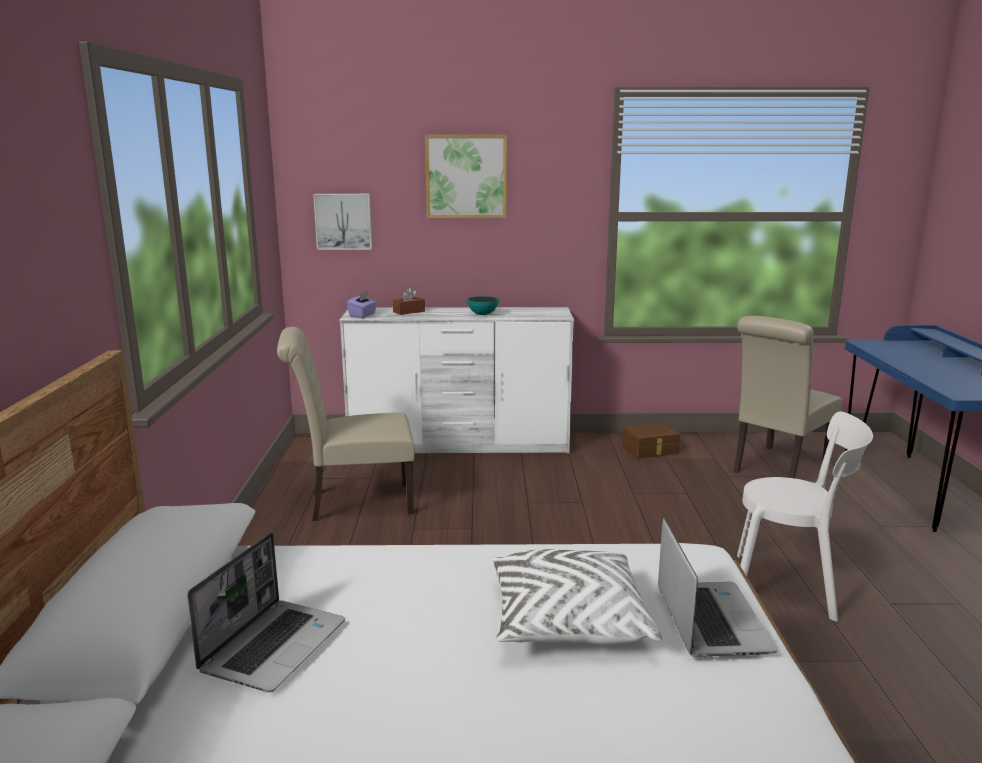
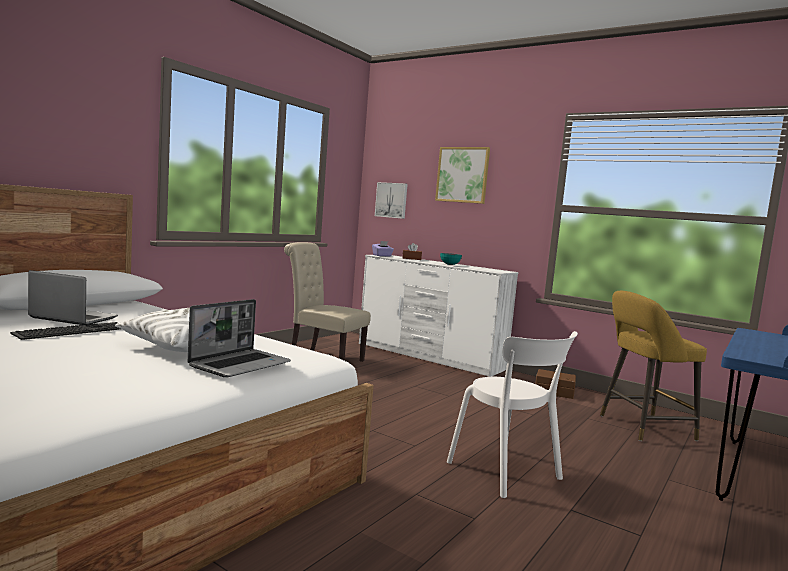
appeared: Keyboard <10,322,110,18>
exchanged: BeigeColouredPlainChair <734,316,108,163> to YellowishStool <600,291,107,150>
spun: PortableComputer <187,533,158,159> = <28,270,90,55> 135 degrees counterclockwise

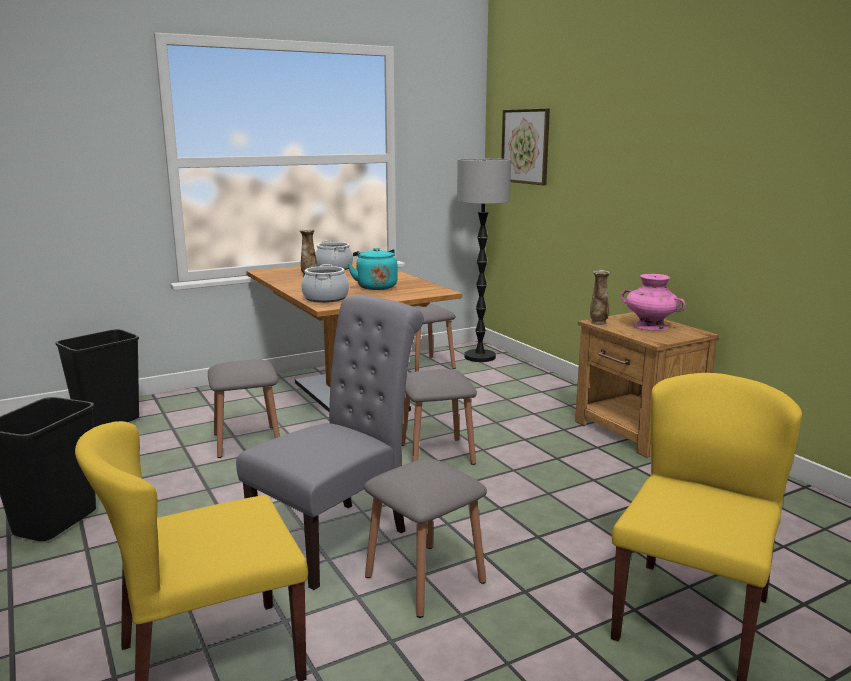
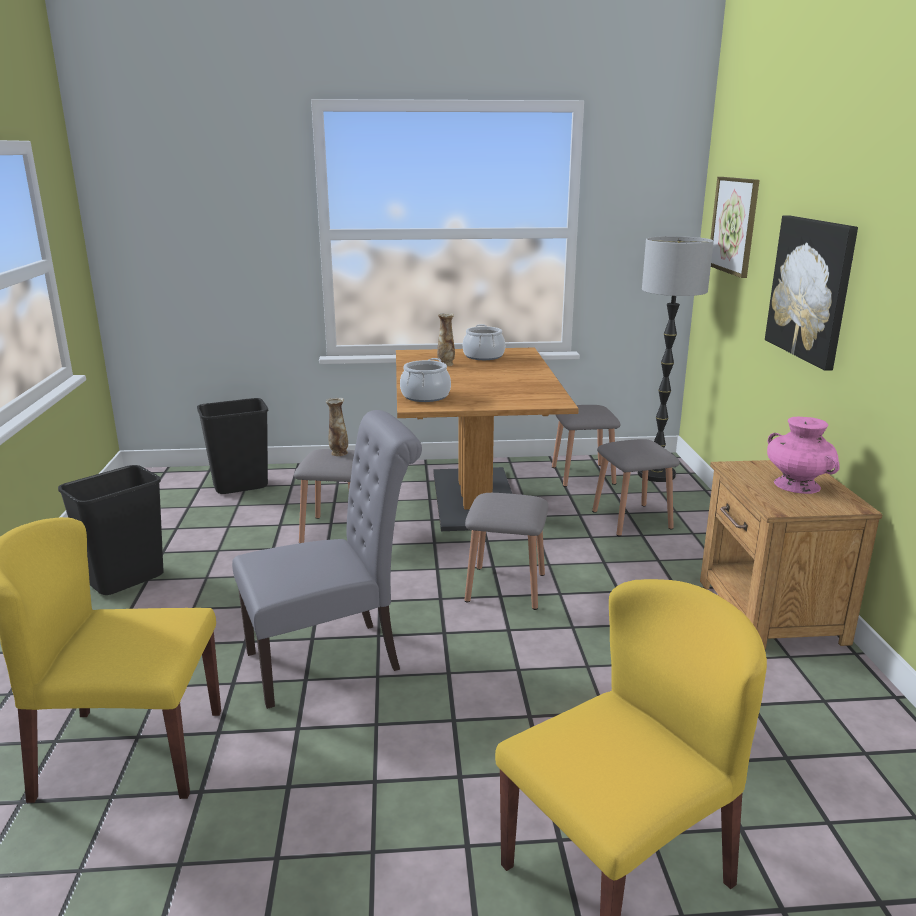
missing: TurquoiseColouredWaterKettle <348,248,50,42>
appeared: Picture <765,215,93,156>
relocated: GrayStool <364,458,123,160> to <592,439,88,97>; Vase <590,270,20,55> to <326,398,22,58>

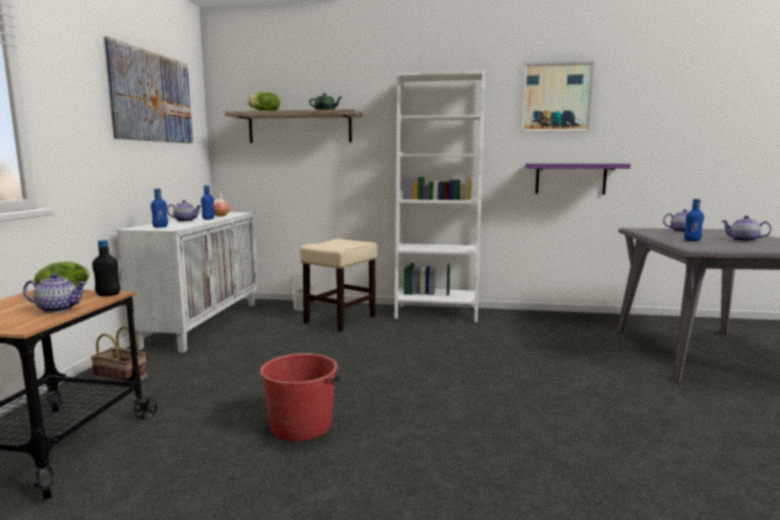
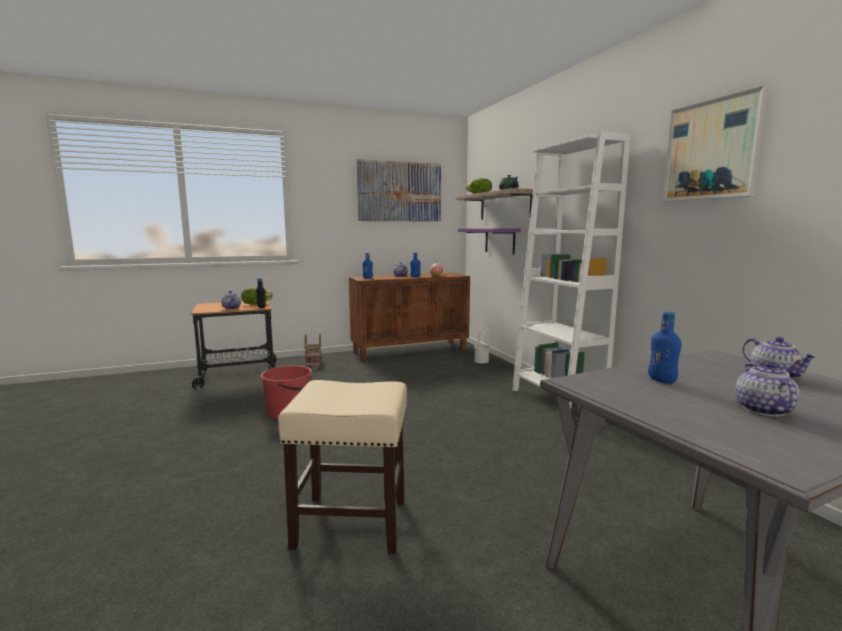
relocated: BeigeColouredStool <300,239,77,92> to <278,380,129,174>; PurpleShelf <525,163,106,31> to <458,228,63,27>
colour: WhitishStorageCabinet <117,212,141,141> to BrownColouredStorageCabinet <349,273,121,88>

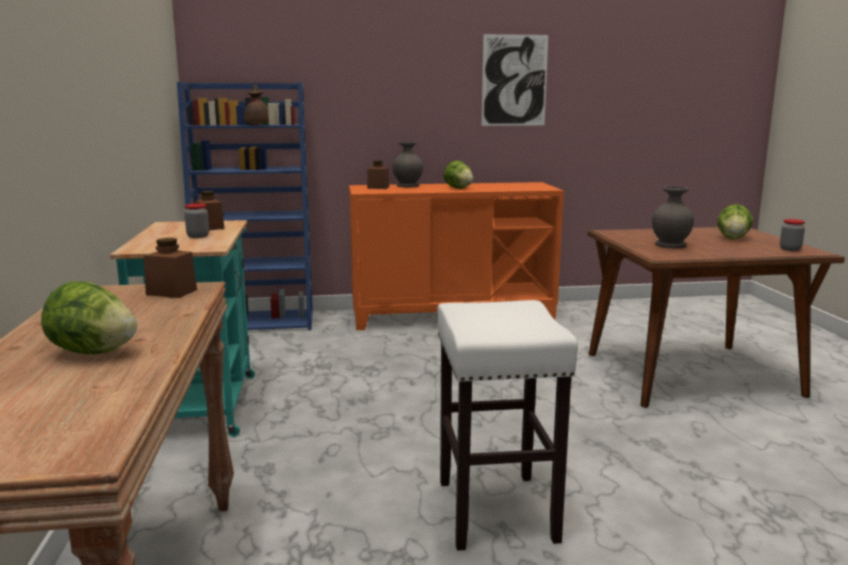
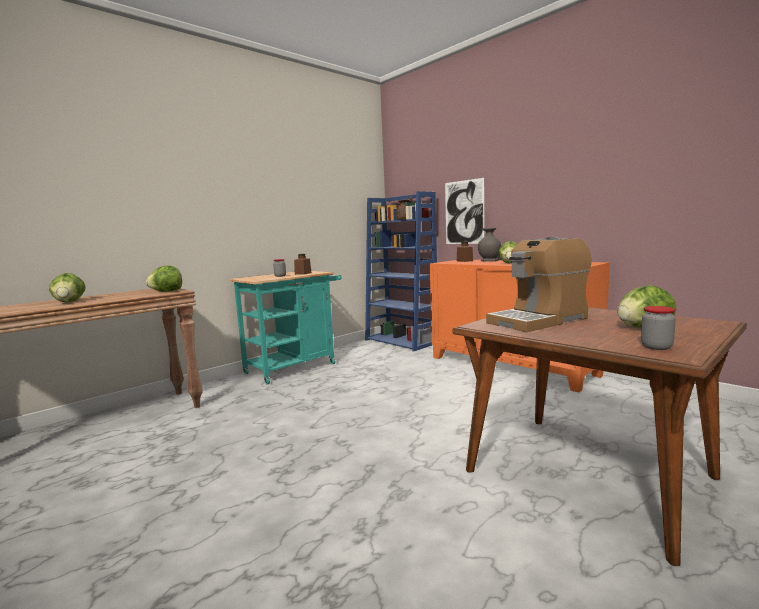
missing: WhitishStool <437,300,141,251>
relocated: Picture <482,34,66,92> to <445,178,39,66>
exchanged: BrownColouredJar <144,238,53,60> to LettuceHead <146,265,36,27>; GrayVase <652,186,42,63> to CoffeeMachine <486,237,106,95>

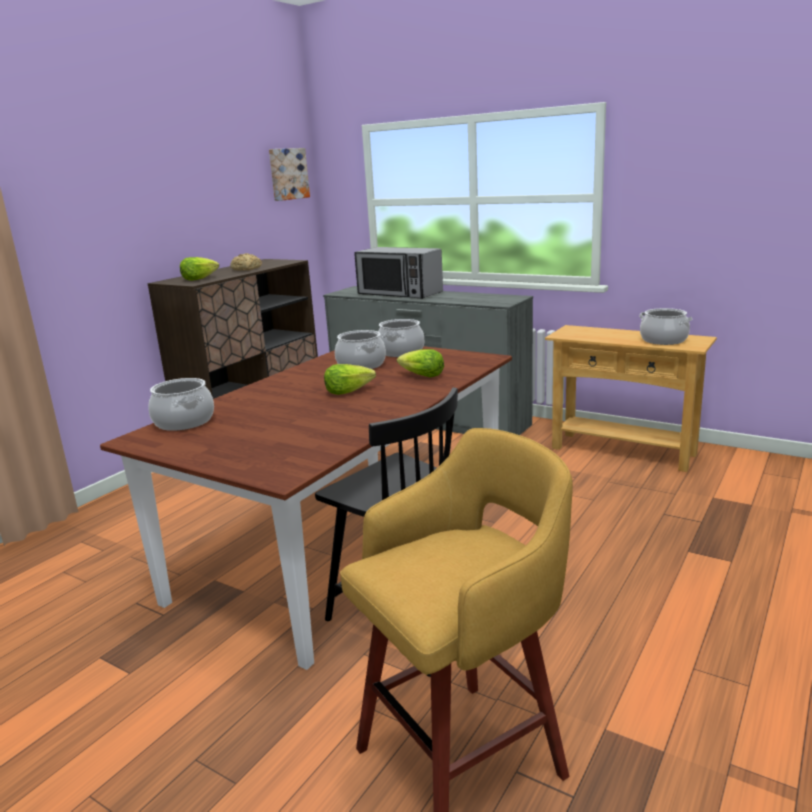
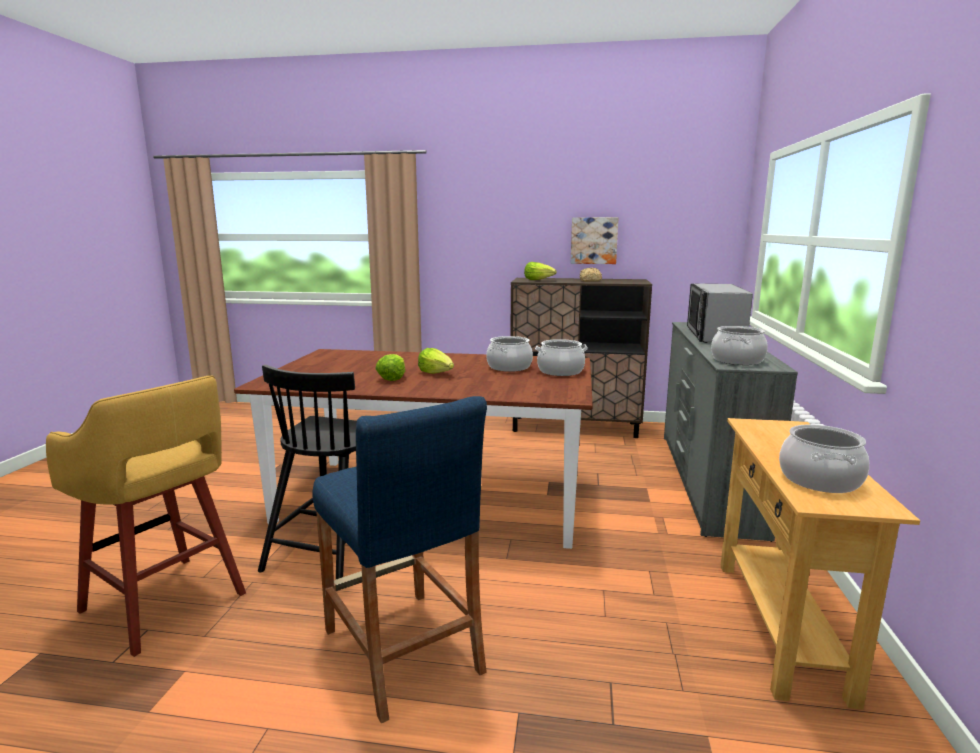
appeared: BluishStool <312,396,175,328>
relocated: CookingPot <148,378,66,53> to <711,326,57,39>; Picture <269,148,41,53> to <571,217,48,47>; LettuceHead <397,349,47,28> to <375,354,30,27>

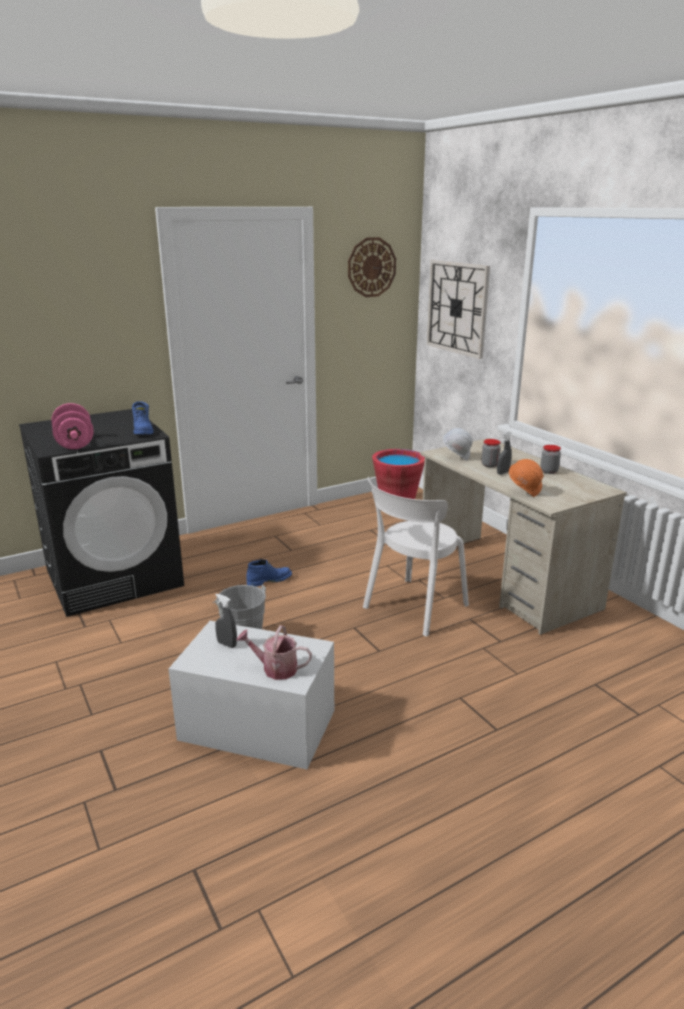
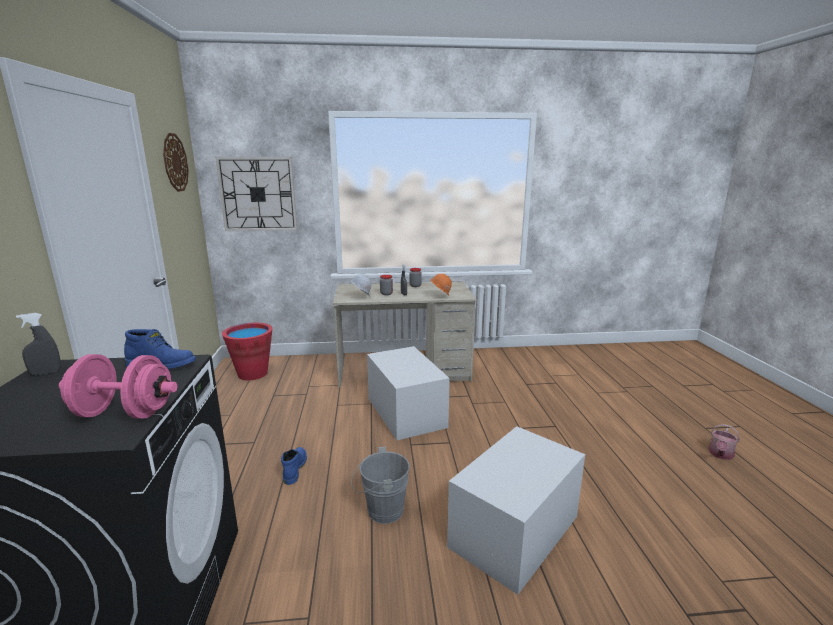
relocated: GraySprayBottle <215,594,22,54> to <16,313,45,63>; WateringPot <236,625,76,55> to <708,424,32,36>
exchanged: WhitishPlainChair <363,477,106,160> to WhitishStorageBin <367,346,83,94>

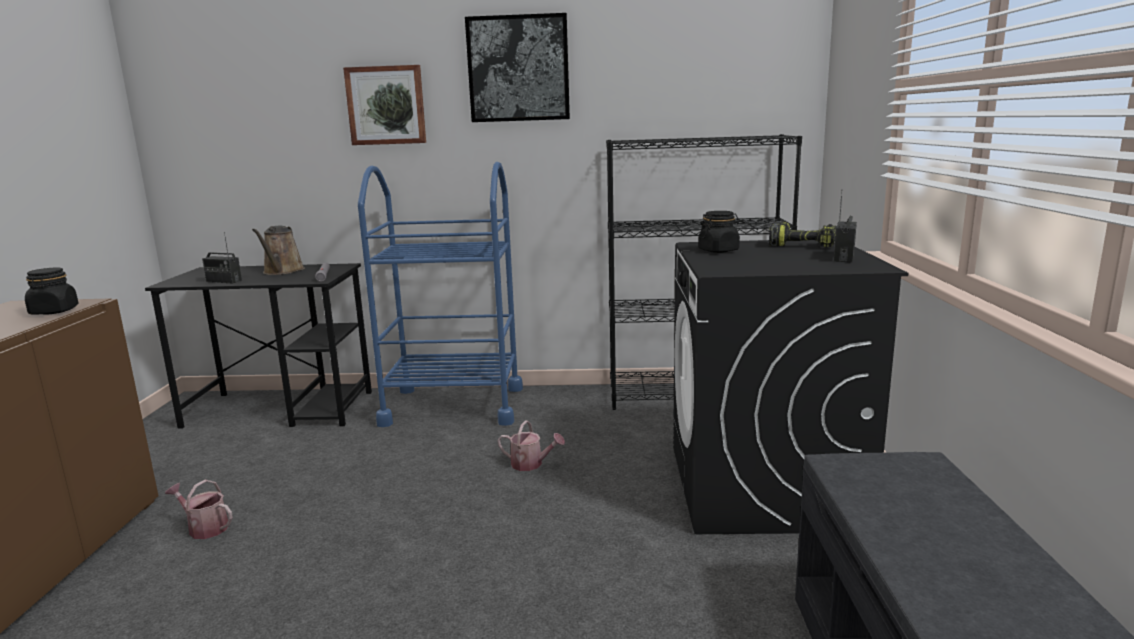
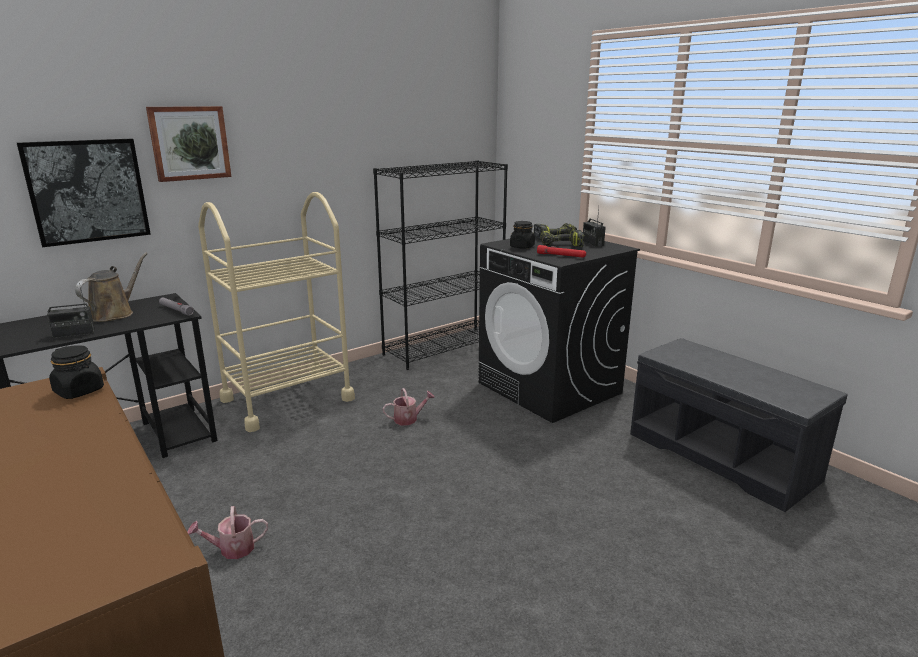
appeared: RedColouredHandTorch <537,245,49,13>; PowerDrill <540,230,44,17>
relocated: Picture <465,13,105,109> to <17,139,134,108>
colour: BluishWheeledCart <358,162,165,265> to BeigeColouredWheeledCart <198,192,157,240>
spun: BrownColouredWateringPot <252,226,53,49> = <75,253,72,69> 120 degrees counterclockwise

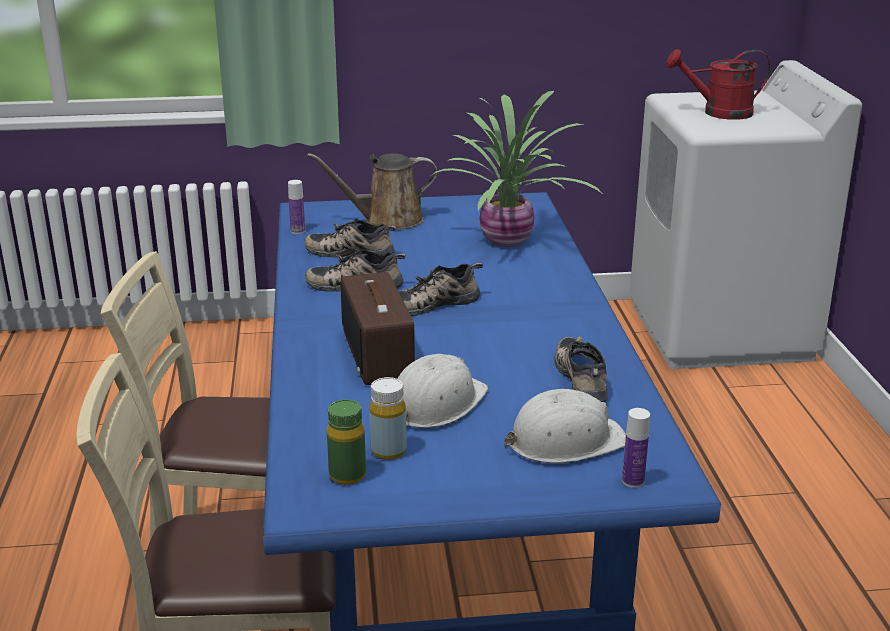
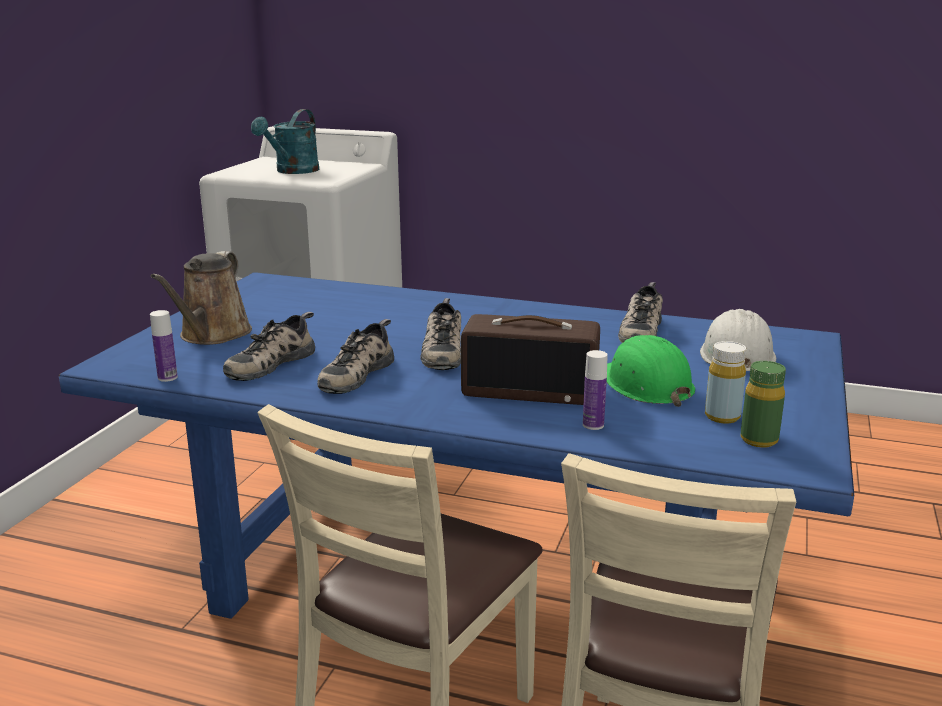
missing: PlantInAPot <432,91,172,156>
relocated: DrinkBottle <622,408,28,80> to <583,350,25,80>
colour: WhitishWorkHelmet <398,354,90,74> to GreenWorkHelmet <607,335,88,72>; RedColouredWateringPot <666,49,105,71> to TurquoiseColouredWateringPot <251,109,68,65>
spun: Shoe <554,336,54,66> = <618,282,45,61> 90 degrees counterclockwise

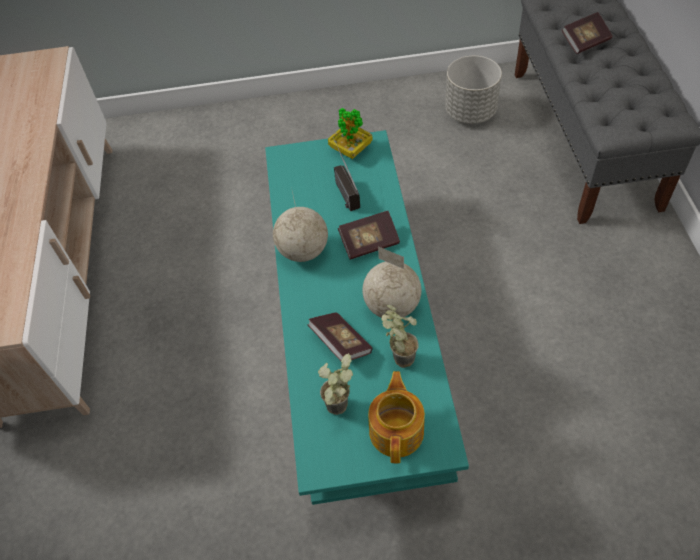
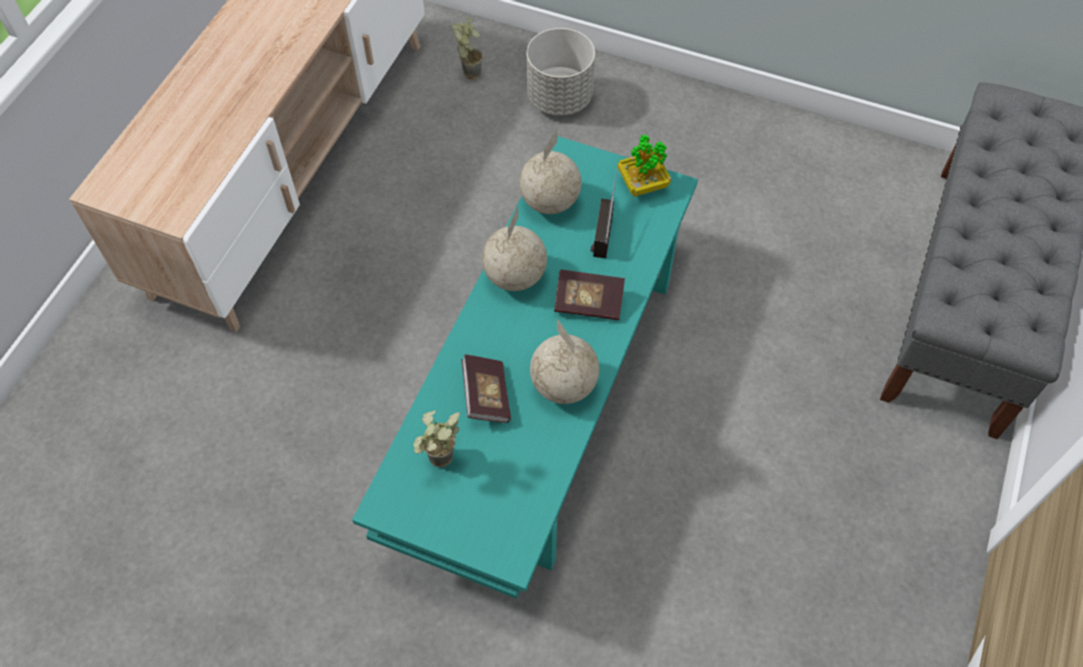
missing: TeaPot <368,371,57,92>; BoundBook <561,12,51,42>
appeared: DeskGlobe <519,128,62,86>
relocated: PlantInAPot <381,305,38,63> to <452,16,31,64>; GrayFlowerPot <445,56,57,68> to <526,28,69,88>

